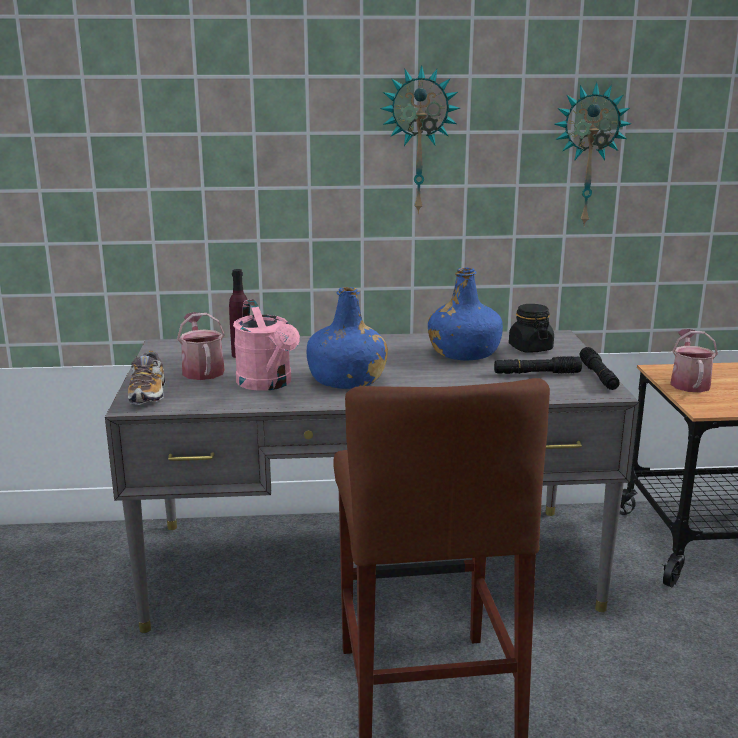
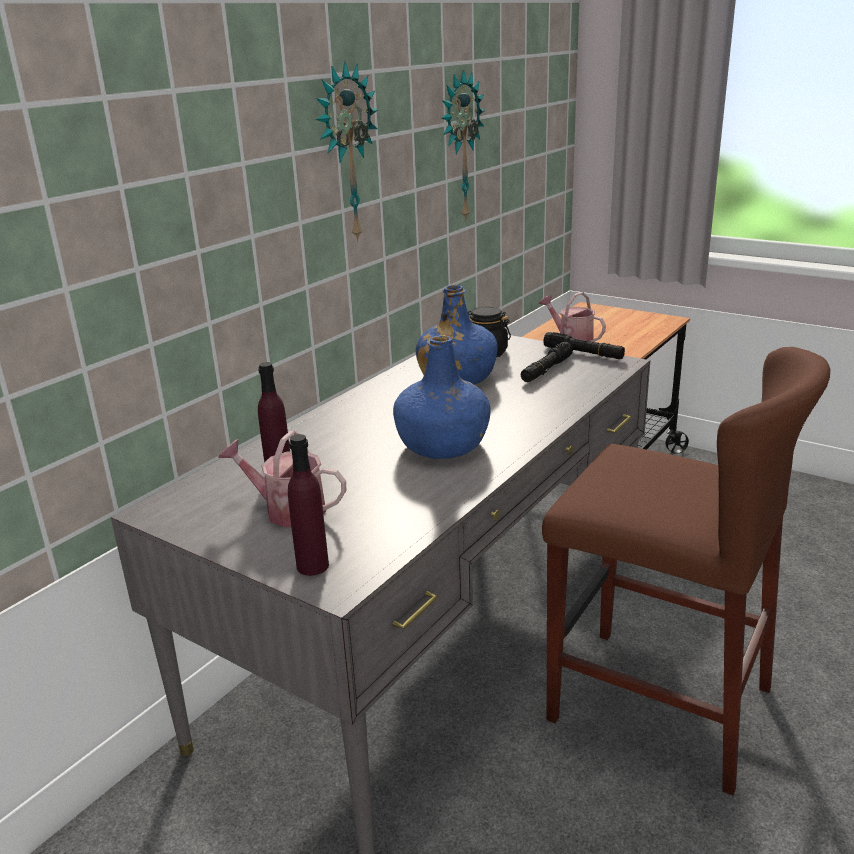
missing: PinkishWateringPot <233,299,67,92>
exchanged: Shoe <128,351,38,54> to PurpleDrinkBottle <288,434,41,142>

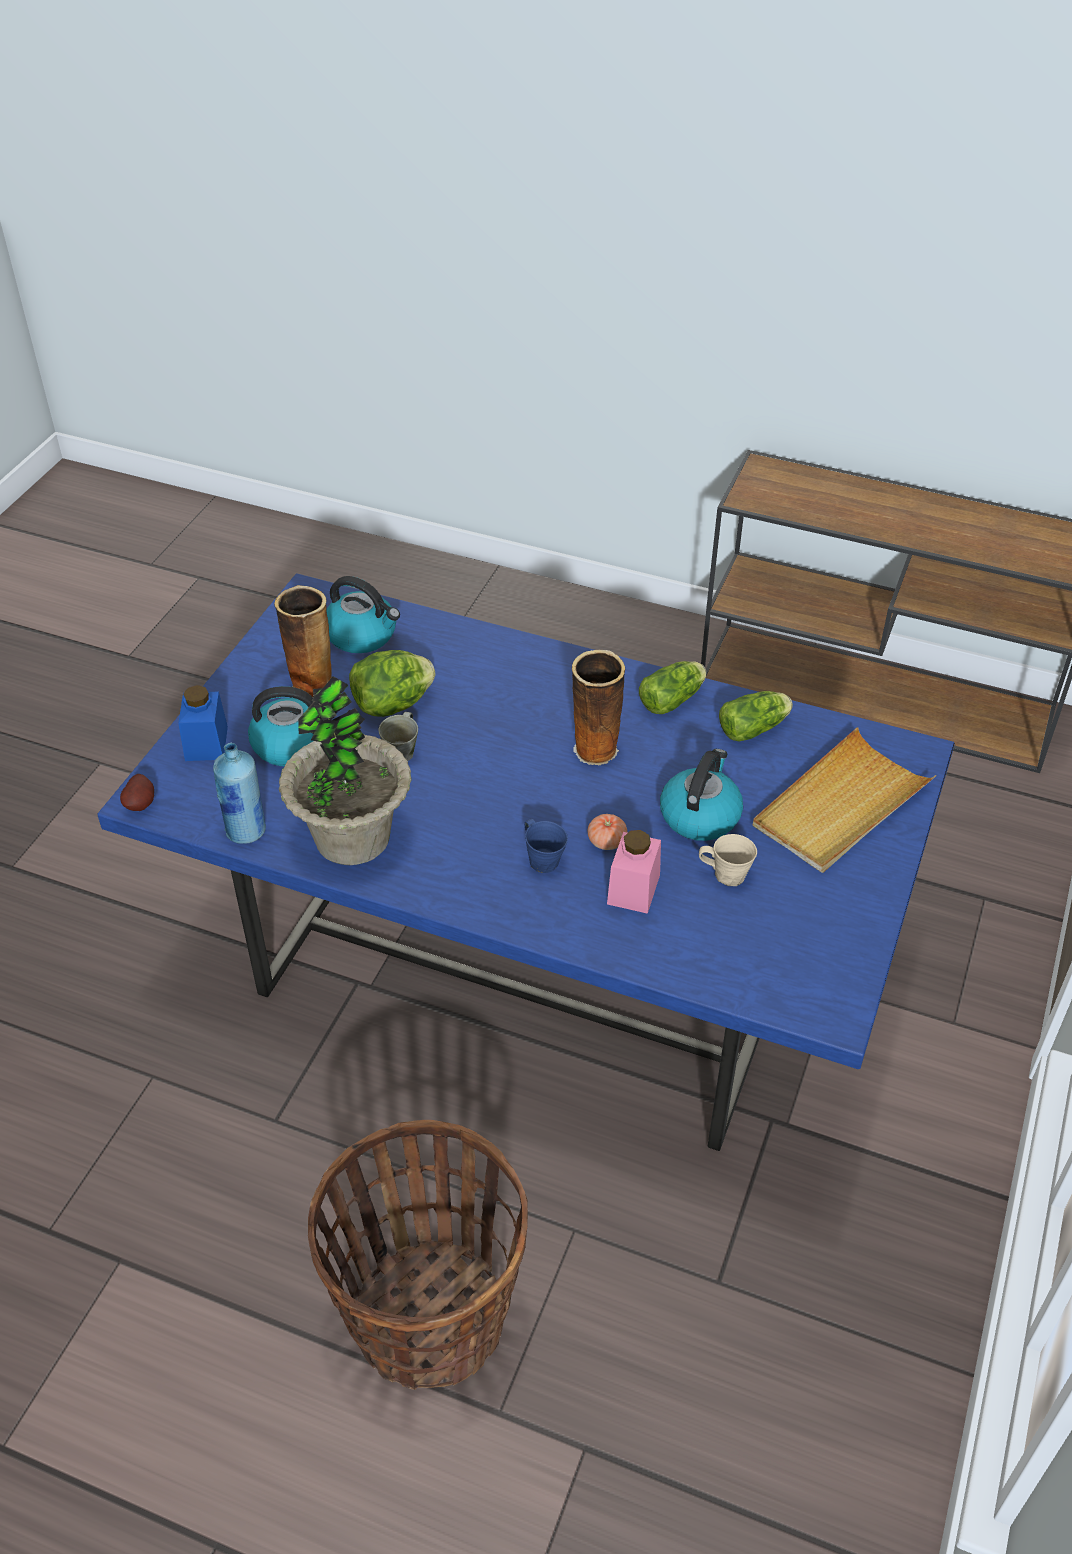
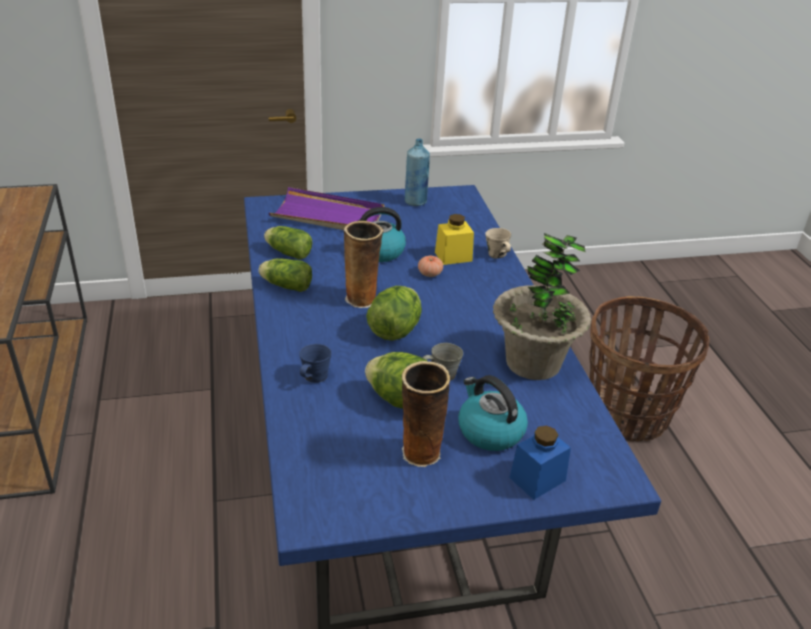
missing: Potato <120,774,34,37>; WaterKettle <327,576,73,77>
appeared: LettuceHead <366,286,56,55>
relocated: BluishDrinkBottle <213,743,53,101> to <405,138,25,68>; BluishTeaMug <524,818,44,55> to <299,344,33,39>; BeigeColouredTeaMug <699,834,58,52> to <485,228,26,30>
colour: PinkishJar <607,830,54,84> to YellowishJar <435,214,39,51>; BeigeColouredServingTray <753,727,184,146> to PurpleServingTray <269,187,115,43>

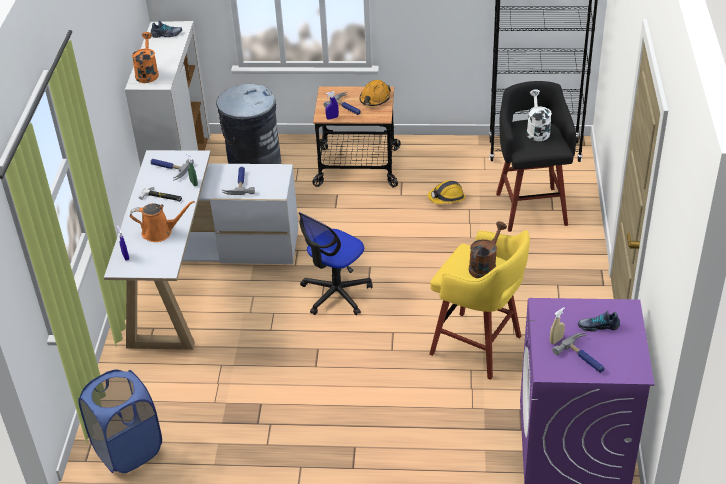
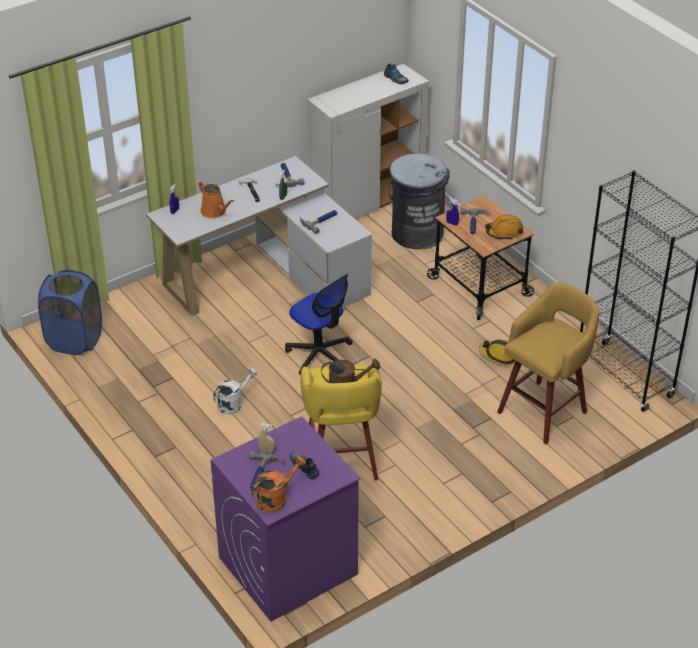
relocated: OrangeColouredWateringPot <132,32,27,51> to <251,456,56,57>; WhitishWateringPot <527,89,25,52> to <213,367,45,48>
colour: BlackishStool <496,81,80,151> to YellowishStool <497,282,103,163>
spun: OfficeChair <299,212,73,103> = <285,274,68,101> 135 degrees counterclockwise

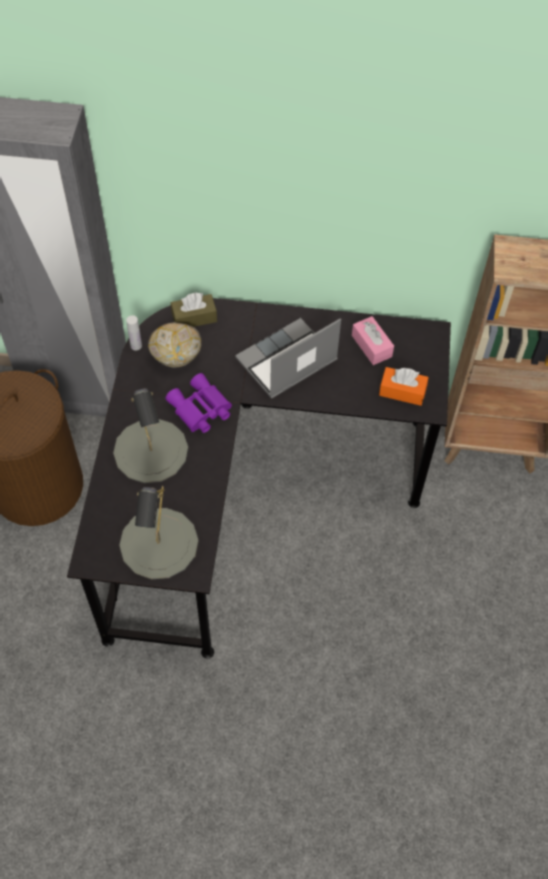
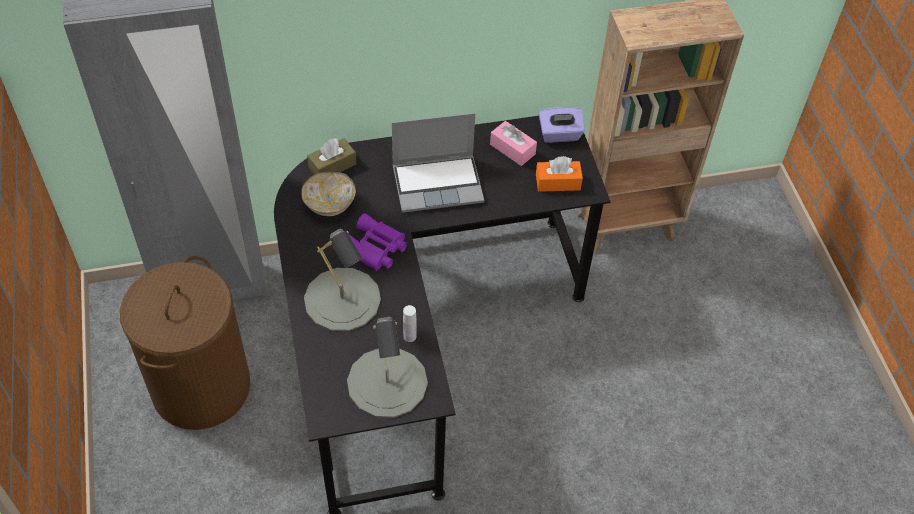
appeared: PurpleTissueHolder <539,107,46,36>
relocated: WhitishDrinkBottle <126,315,16,35> to <403,305,13,37>
spun: PortableComputer <235,318,106,81> = <392,113,92,100> 135 degrees counterclockwise

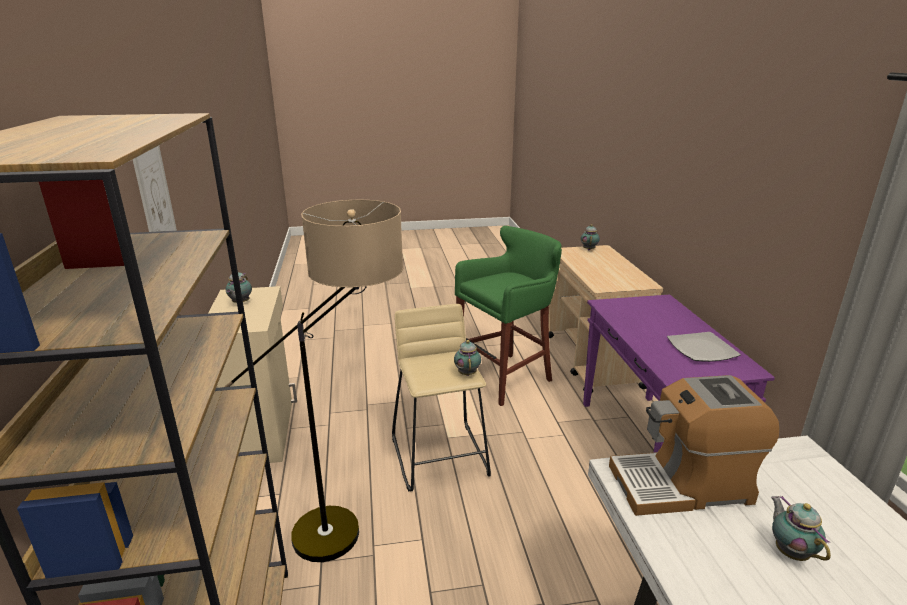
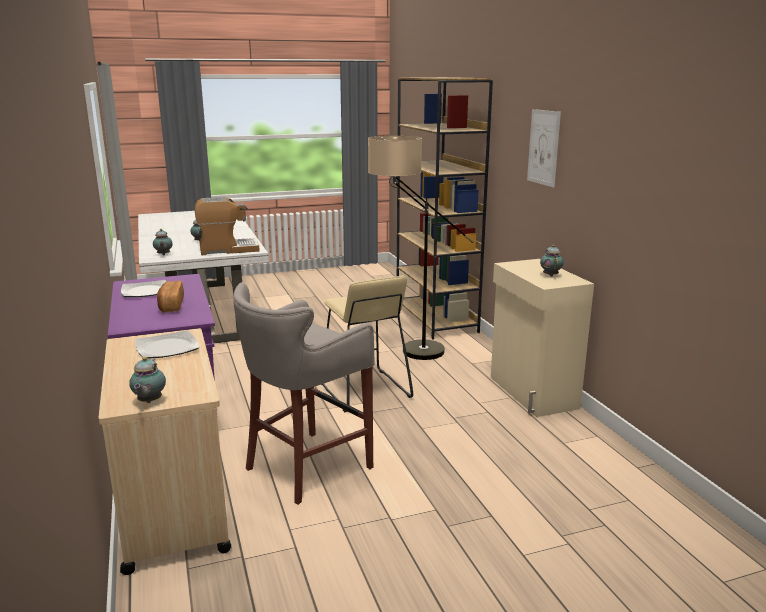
appeared: DinnerPlate <136,330,63,29>; BakeryBread <157,281,27,32>
relocated: TeaPot <454,340,27,36> to <153,229,20,26>
colour: GreenStool <455,226,107,180> to GrayStool <233,283,142,222>

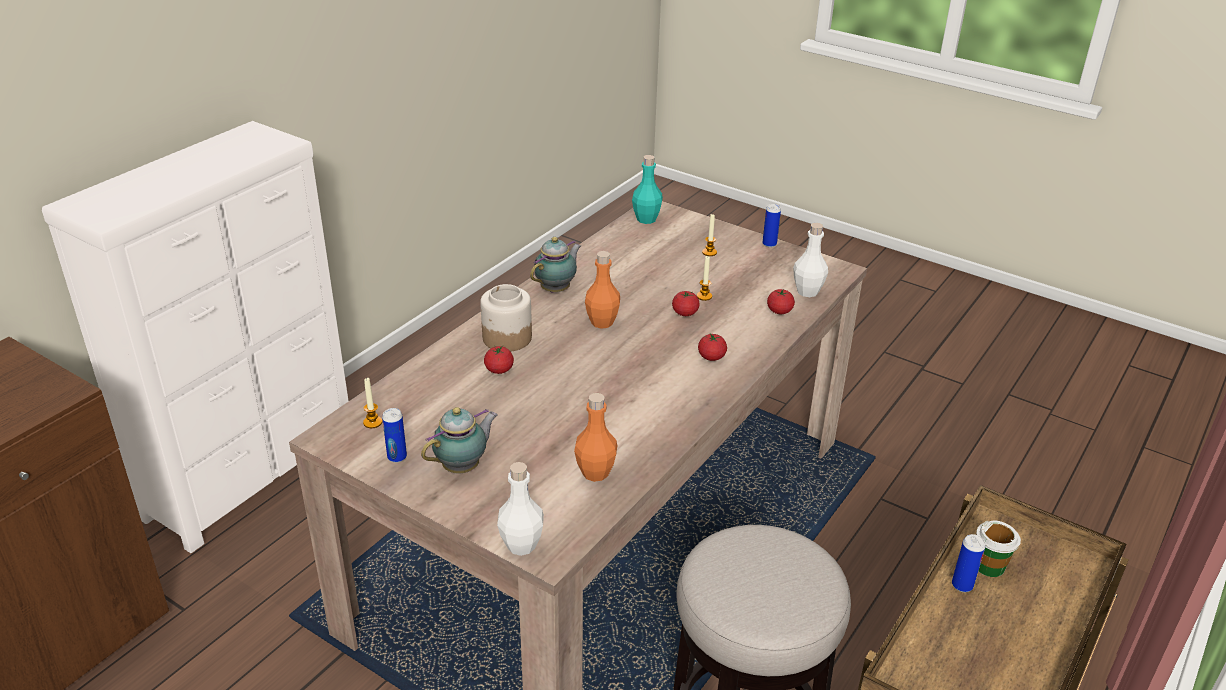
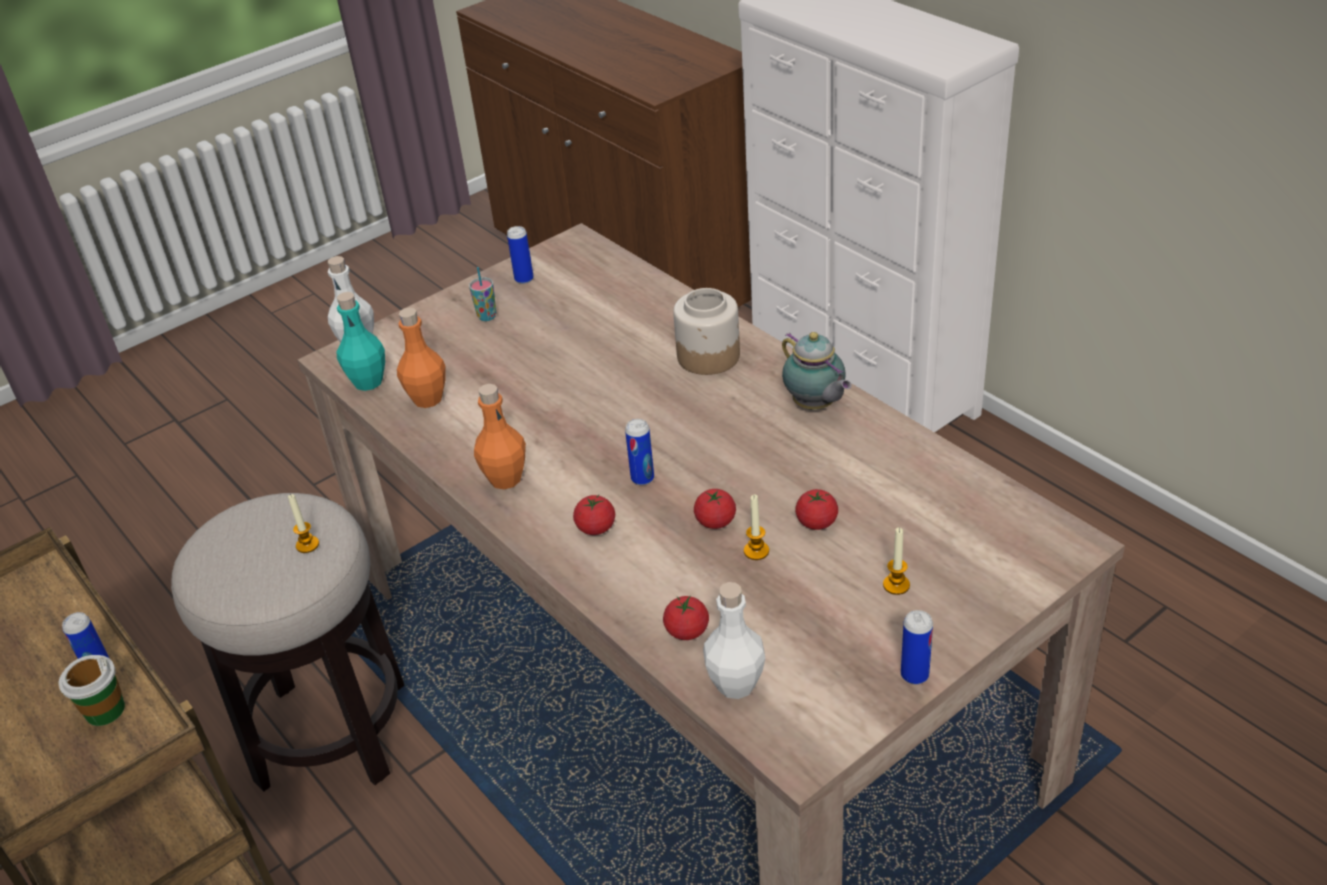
appeared: MetalCan <625,419,29,66>
relocated: WaxLight <363,378,19,50> to <288,494,31,59>; Tomato <484,345,30,29> to <795,489,43,41>; OrangeColouredDrinkBottle <585,251,35,78> to <474,384,52,105>; TurquoiseColouredDrinkBottle <632,155,31,69> to <336,292,49,99>
exchanged: TeaPot <421,407,77,66> to DrinkingCup <469,267,27,54>

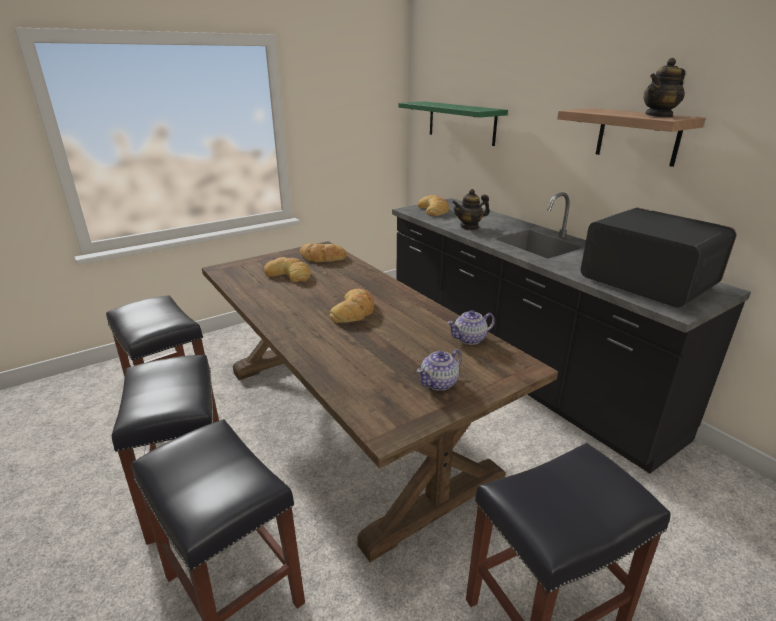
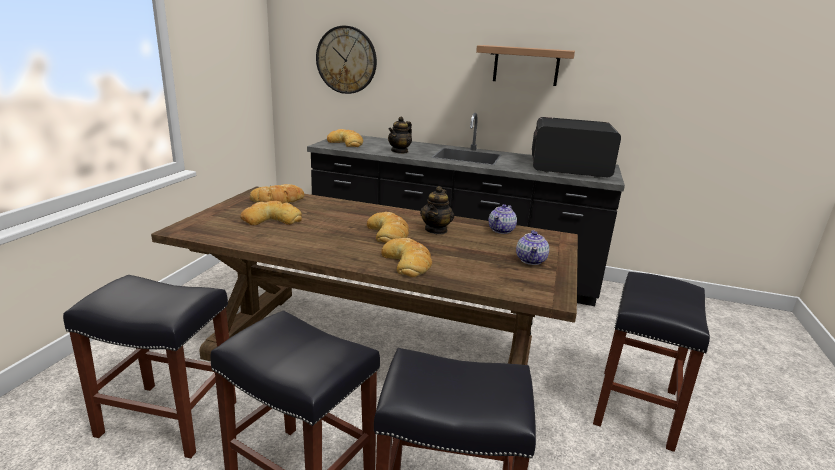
appeared: BakeryBread <381,238,51,39>
relocated: TeaPot <643,58,42,59> to <420,186,34,49>
exchanged: GreenShelf <398,101,110,45> to ClockOnTheWall <316,26,61,68>

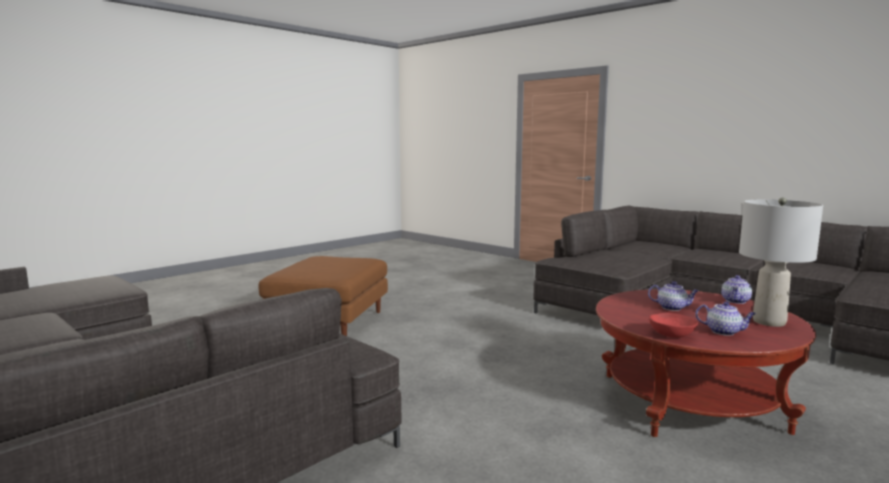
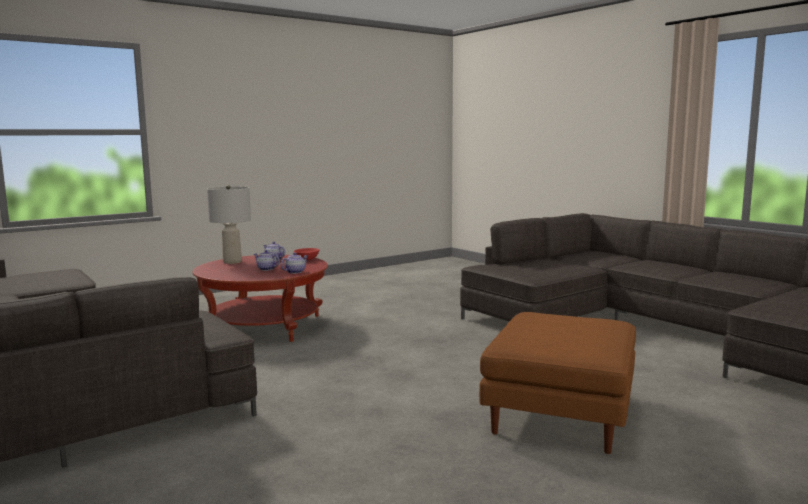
relocated: TeaPot <721,275,31,29> to <281,252,27,22>

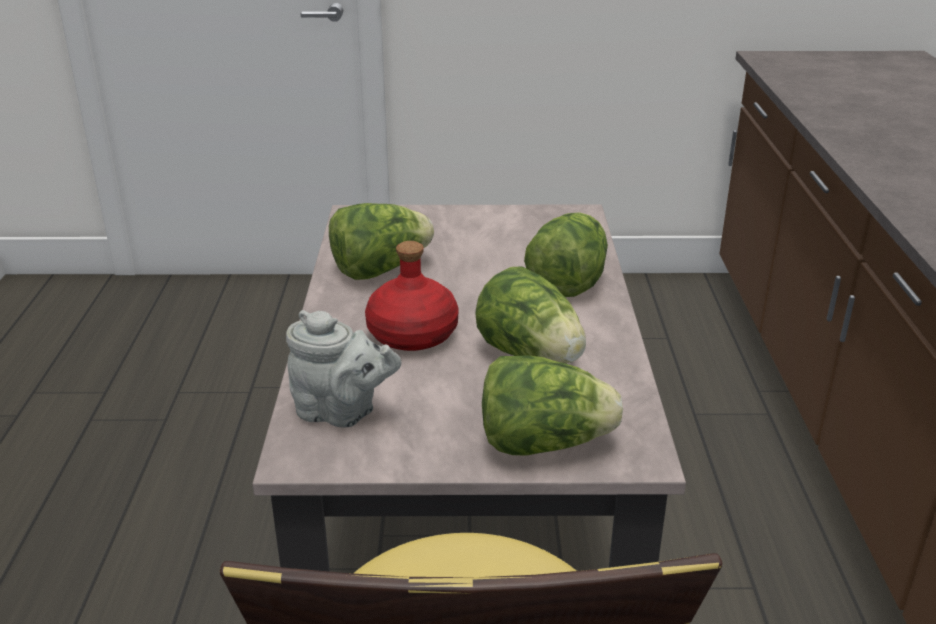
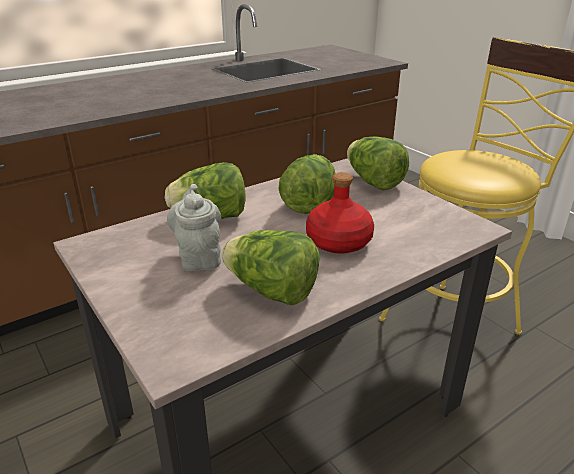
relocated: GrayTeaPot <286,310,116,118> to <167,184,54,87>

